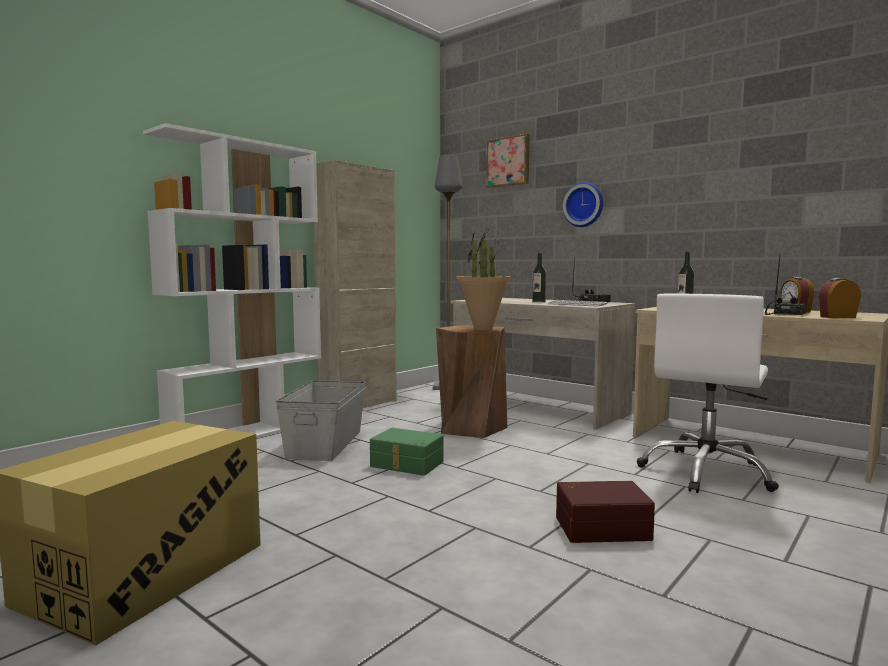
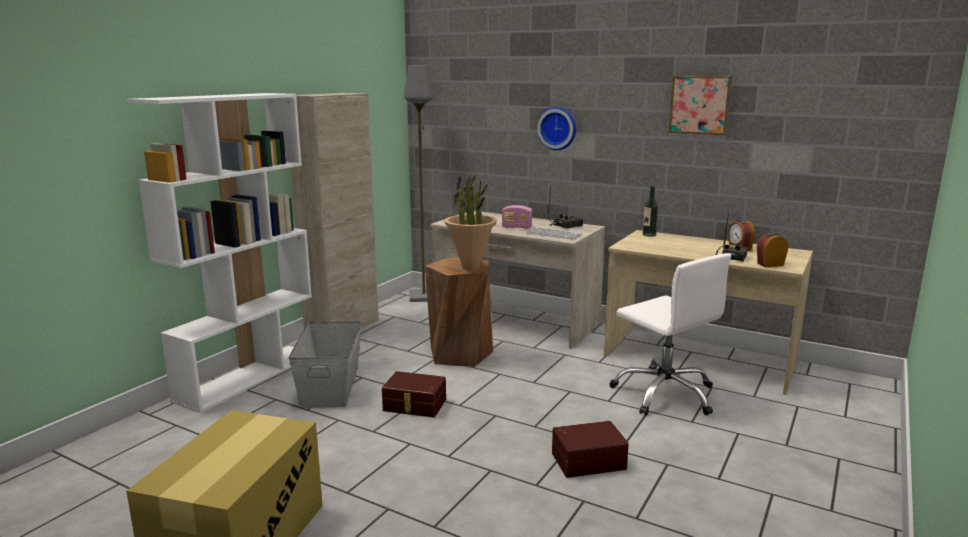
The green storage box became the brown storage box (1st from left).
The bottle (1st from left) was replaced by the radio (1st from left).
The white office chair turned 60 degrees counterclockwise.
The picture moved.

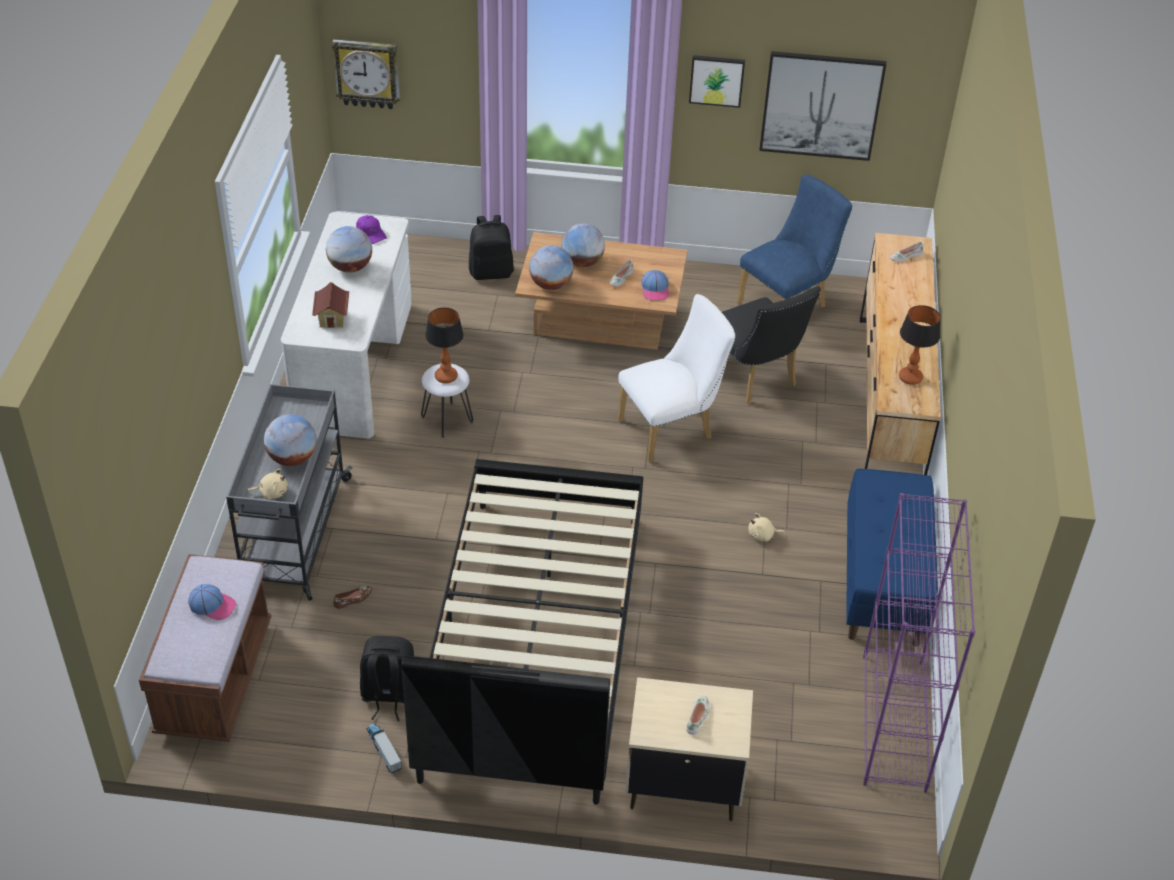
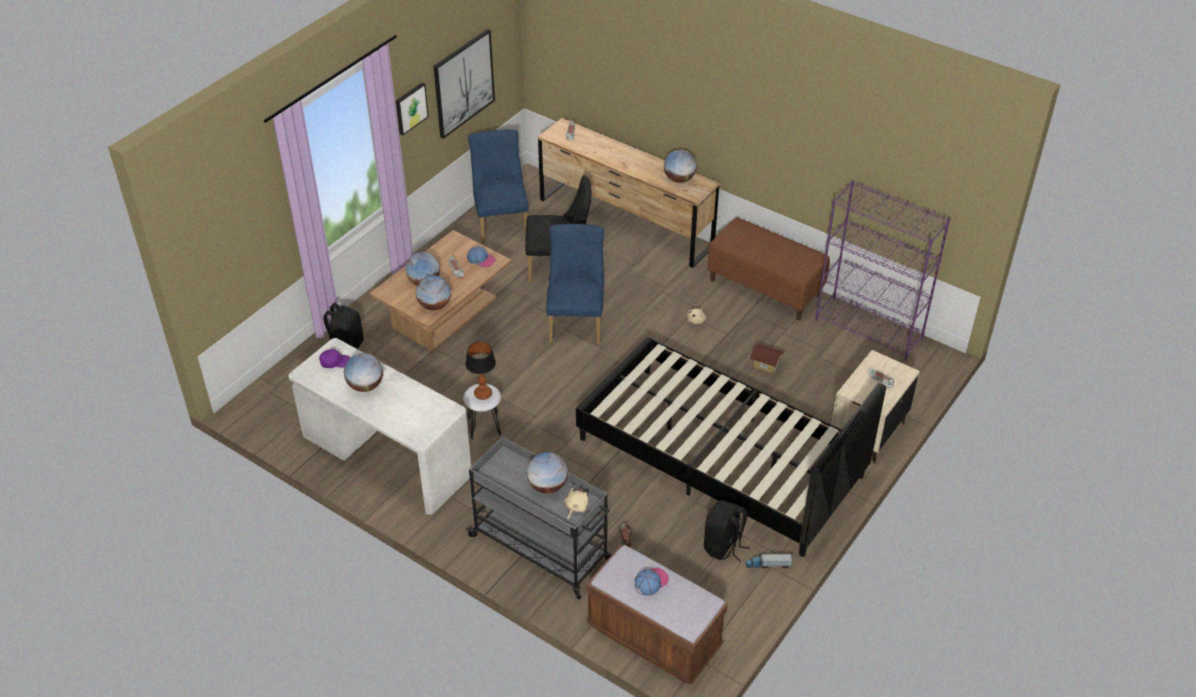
The white chair became the blue chair (2nd from left).
The table lamp (2nd from left) was replaced by the globe (5th from left).
The blue bench became the brown bench (2nd from left).
The toy house moved.
The wall clock disappeared.

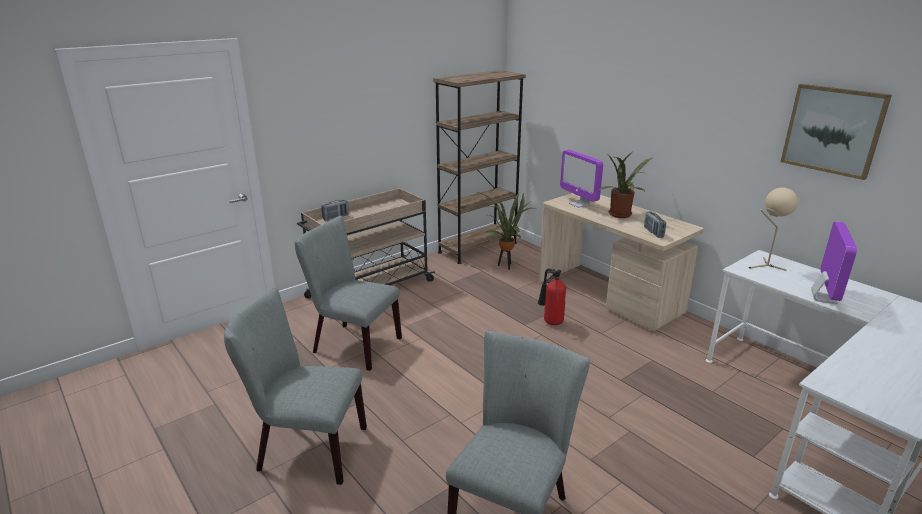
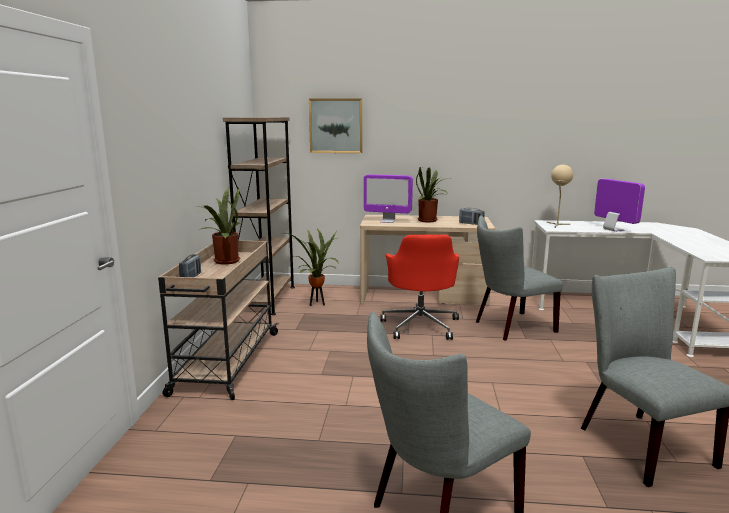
The potted plant (1st from left) appeared.
The picture moved.
The fire extinguisher was replaced by the red office chair.
The grey chair (2nd from left) moved.

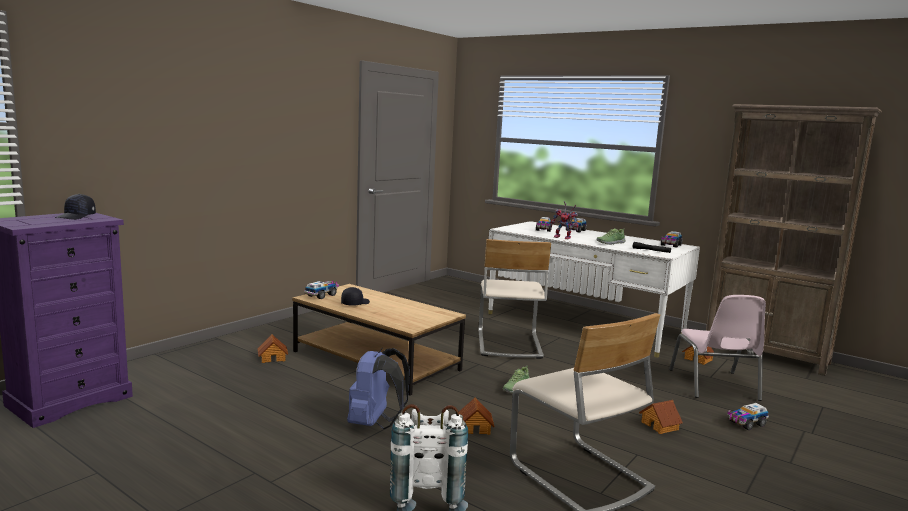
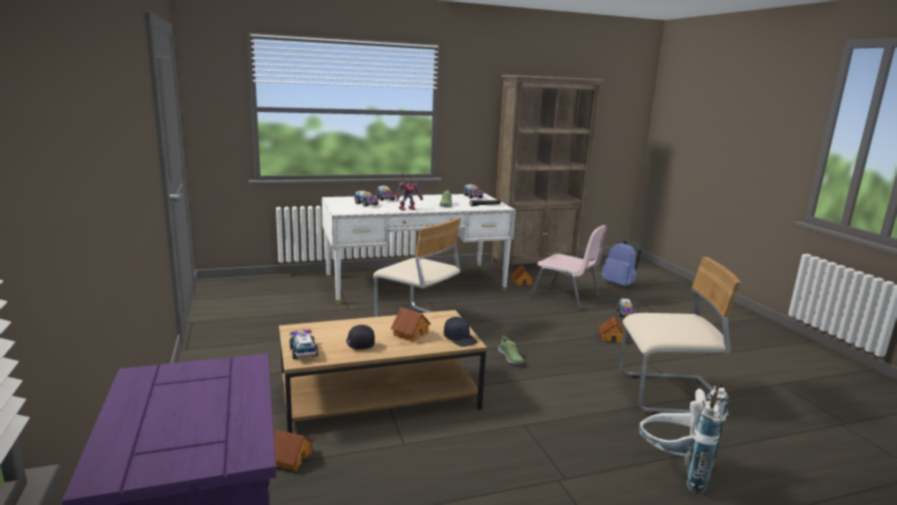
The toy house (2nd from left) moved.
The black cap (1st from left in the first image) moved.
The blue backpack moved.

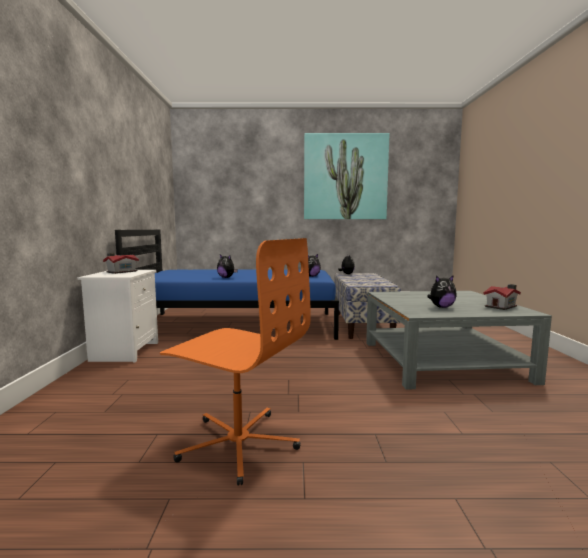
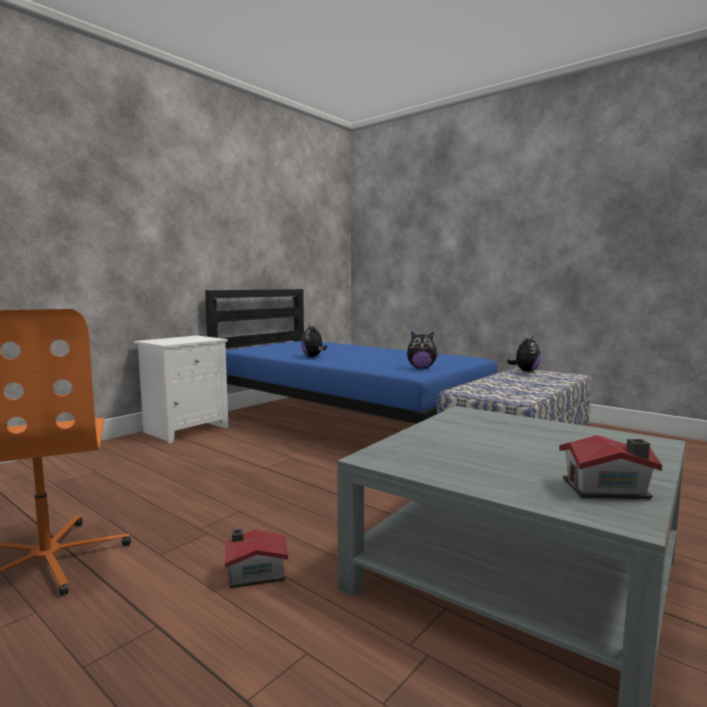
The toy house (1st from left) moved.
The picture disappeared.
The plush toy (4th from left) disappeared.

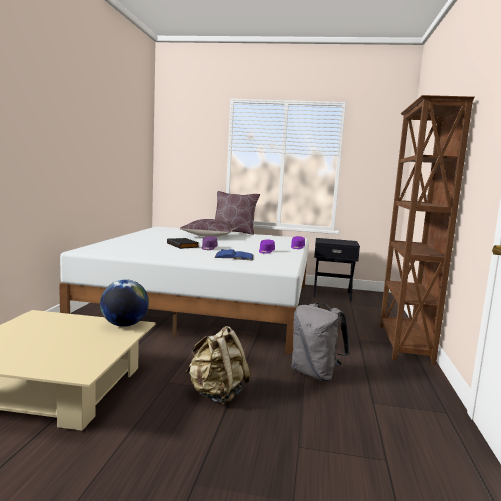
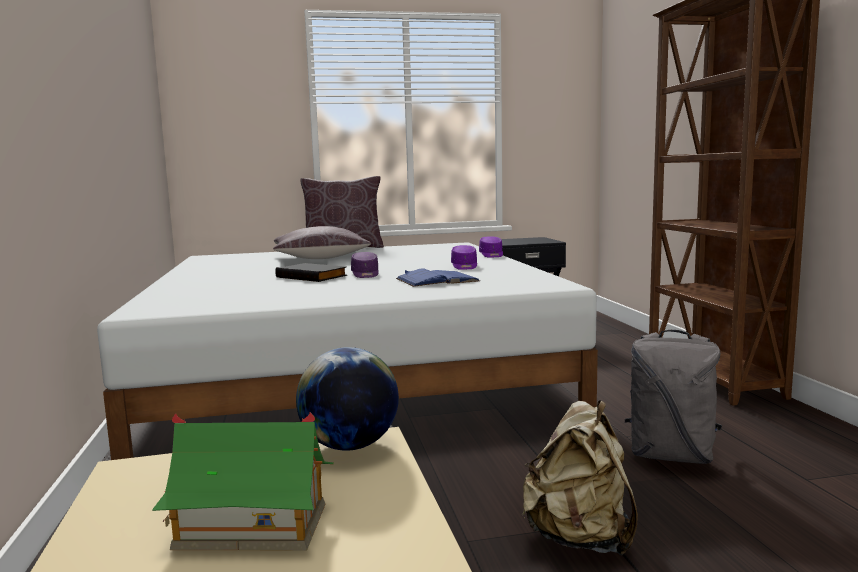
The toy house appeared.

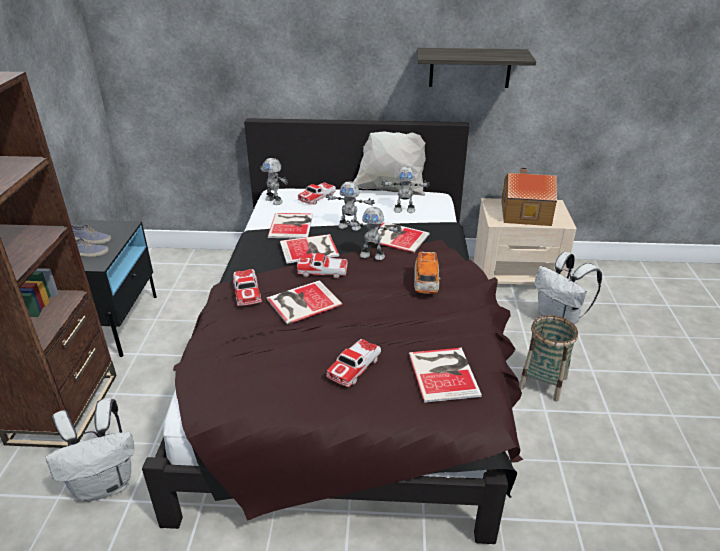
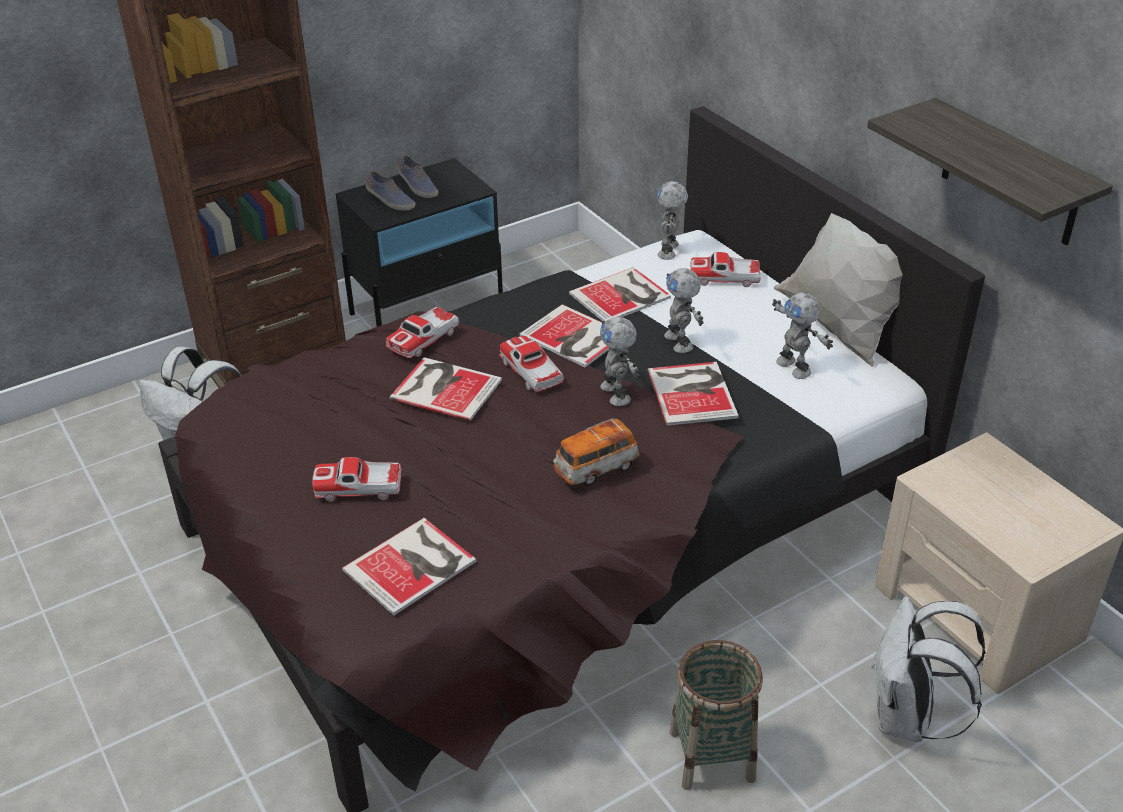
The toy house disappeared.

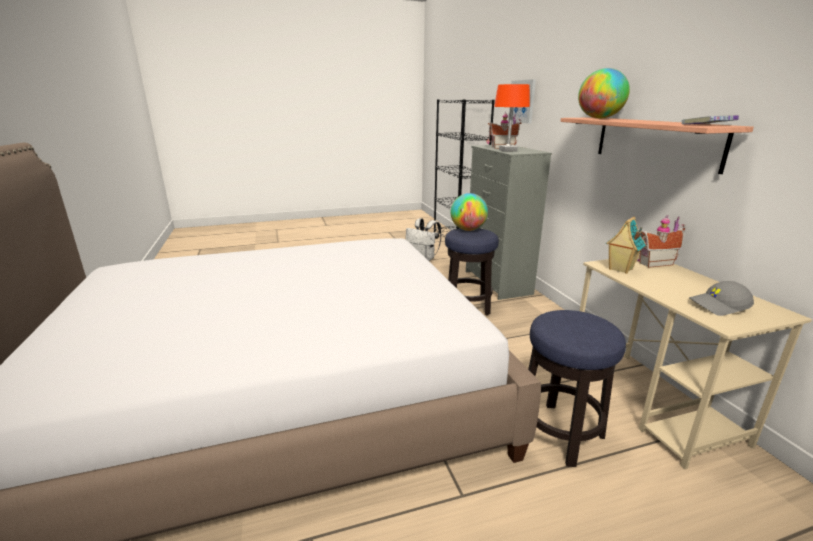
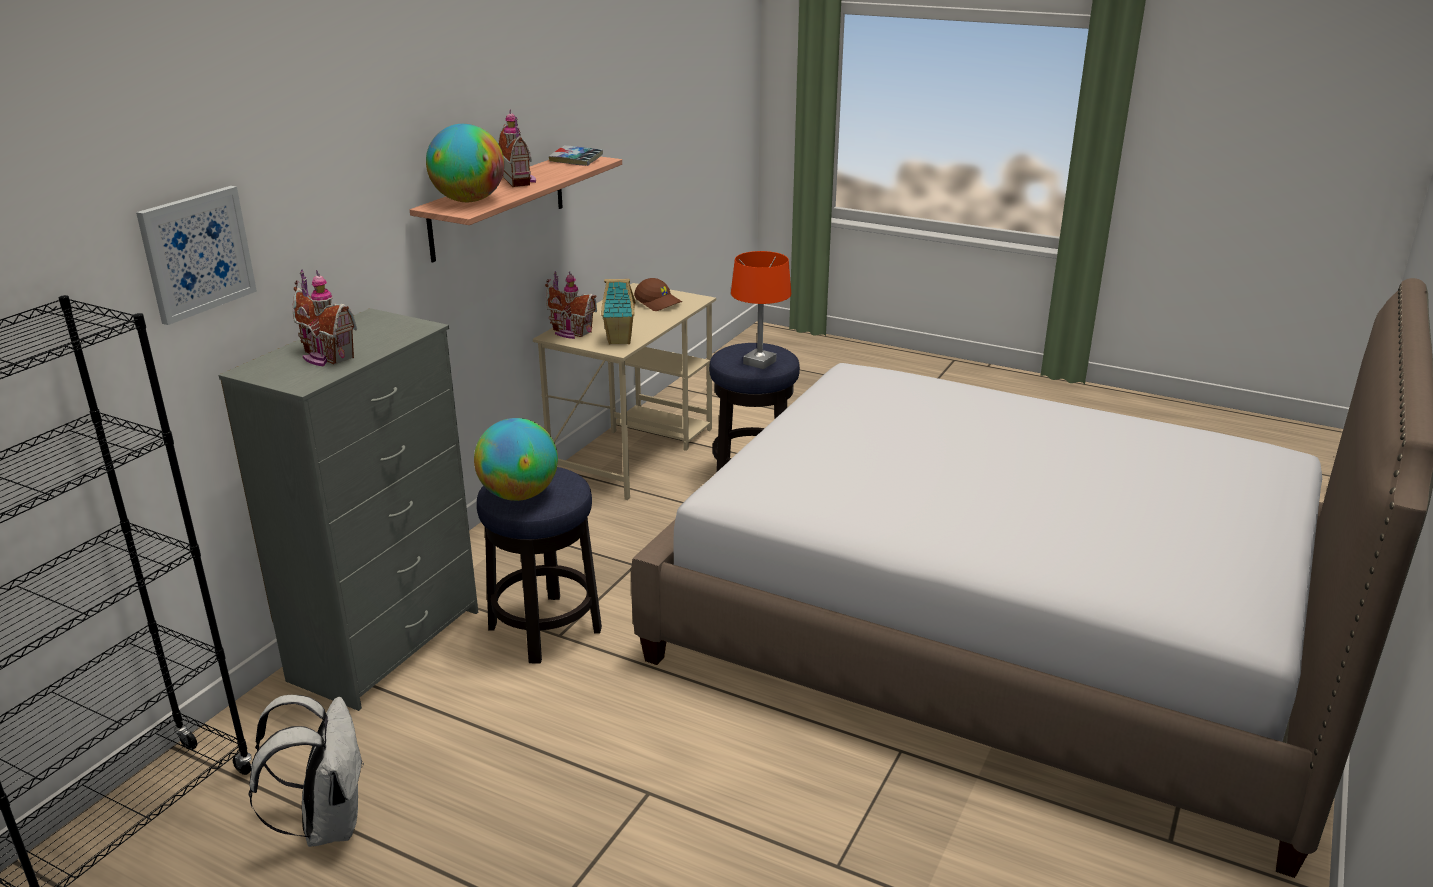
The toy house (2nd from left) appeared.
The grey cap became the brown cap.
The orange table lamp moved.

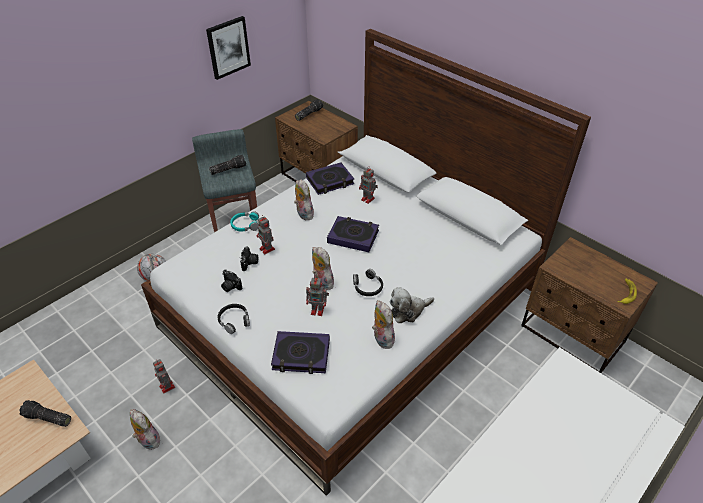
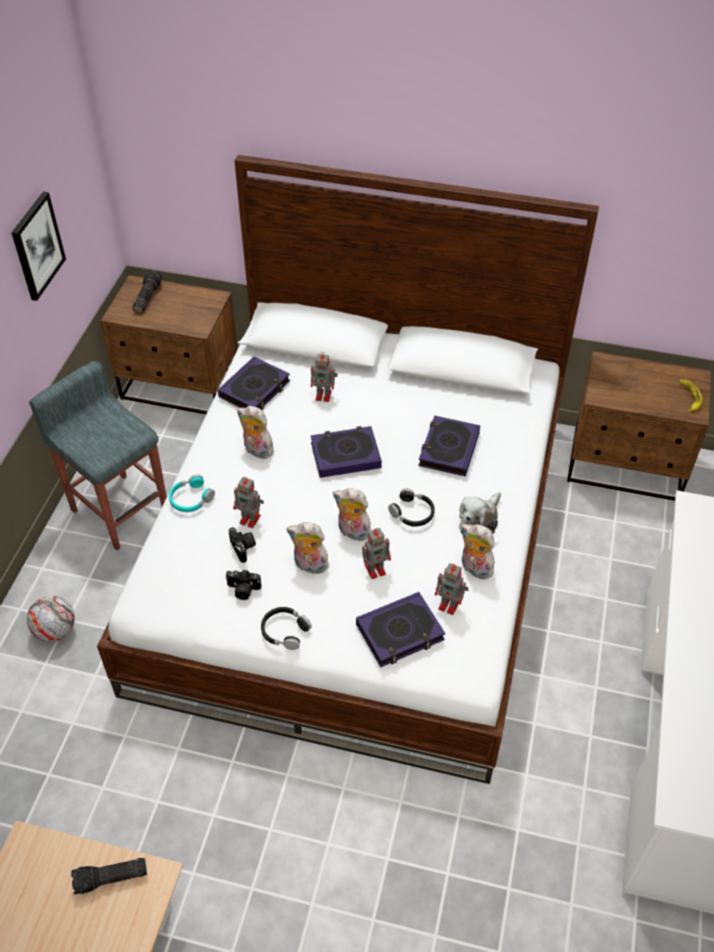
The plush toy (1st from left in the first image) moved.
The book (4th from left) appeared.
The toy robot (1st from left in the first image) moved.
The flashlight (2nd from left) disappeared.

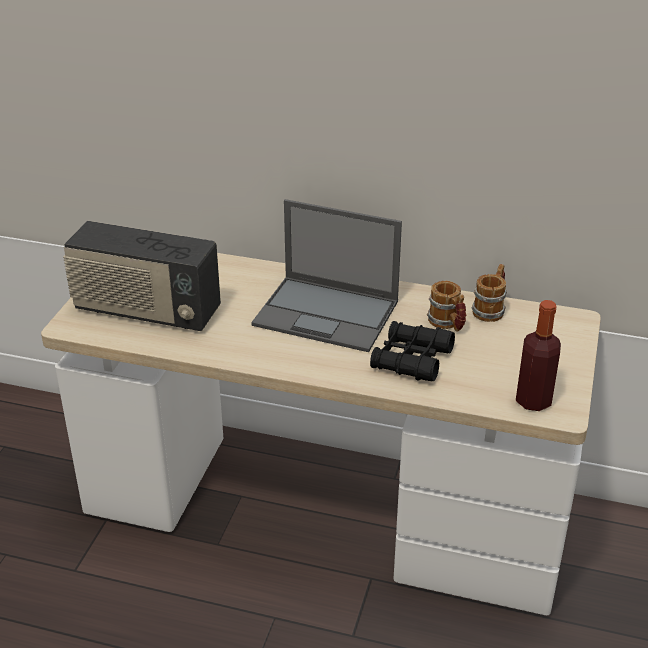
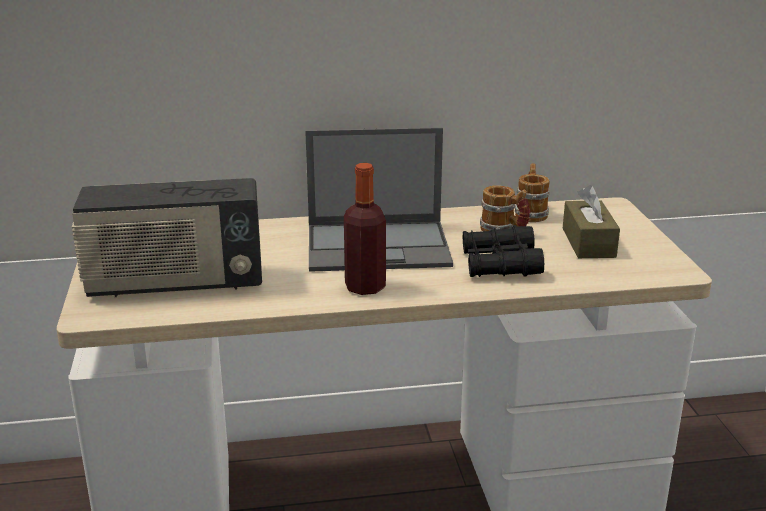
The bottle moved.
The brown tissue box appeared.

